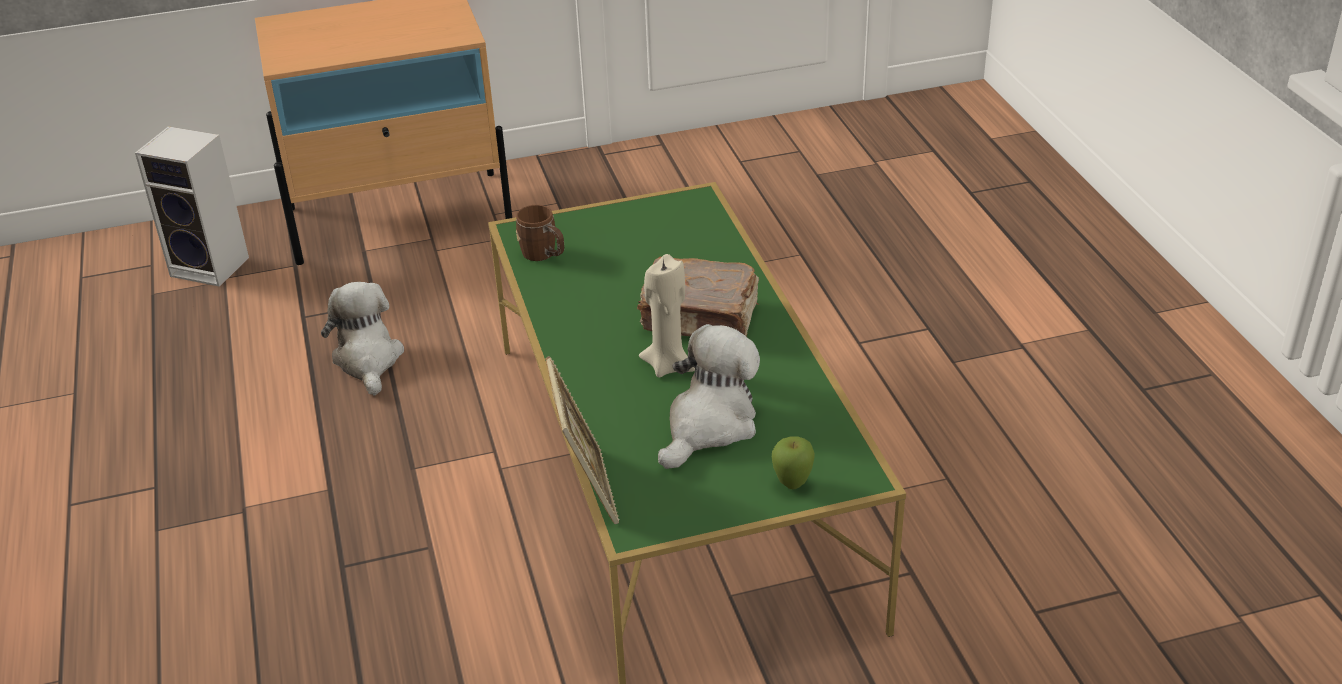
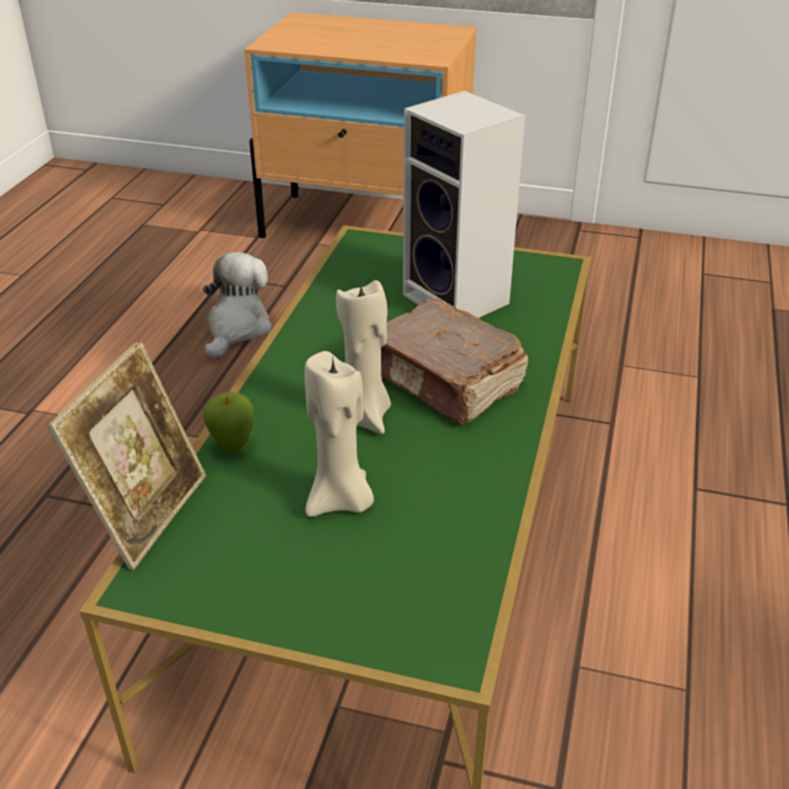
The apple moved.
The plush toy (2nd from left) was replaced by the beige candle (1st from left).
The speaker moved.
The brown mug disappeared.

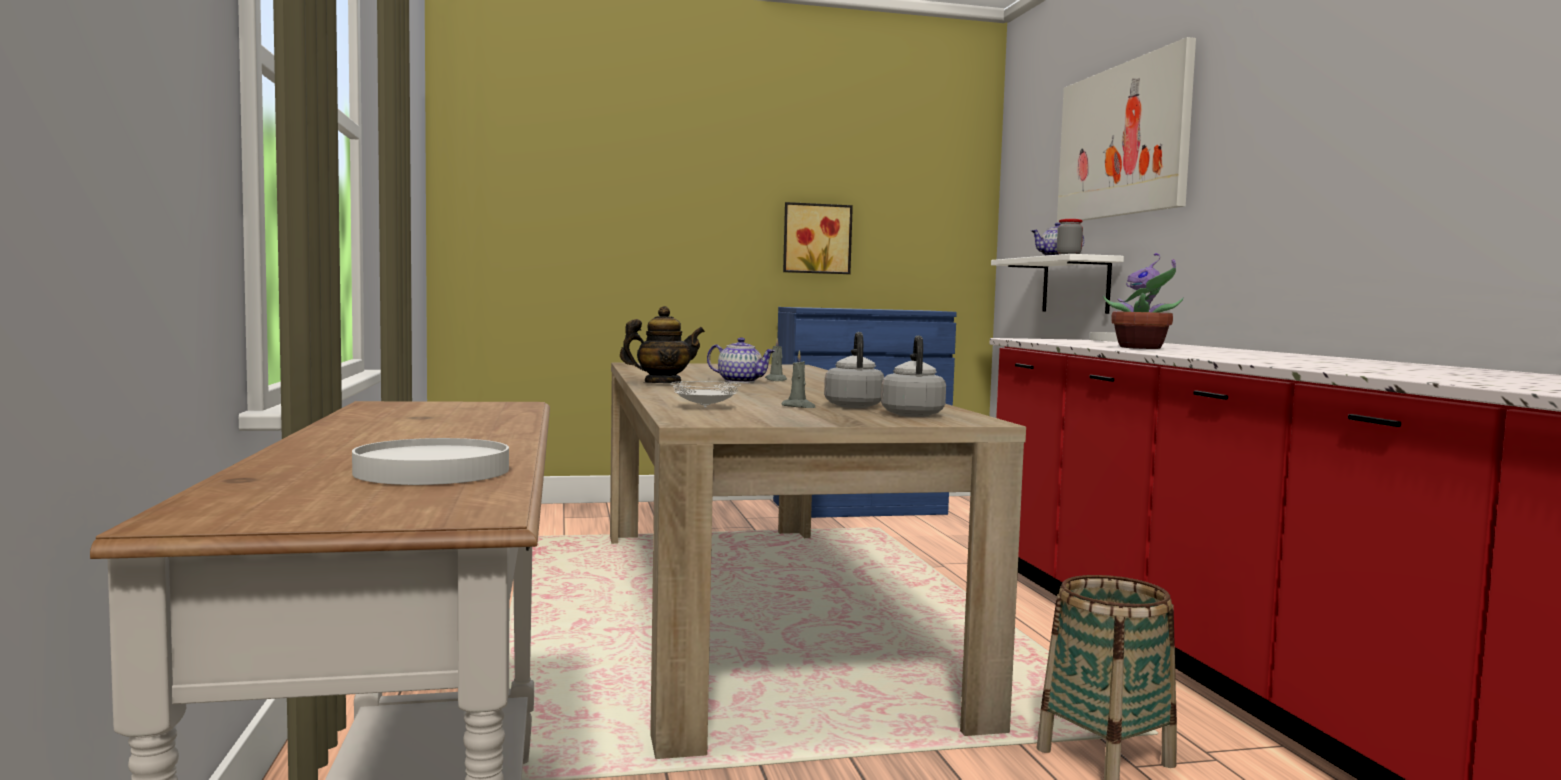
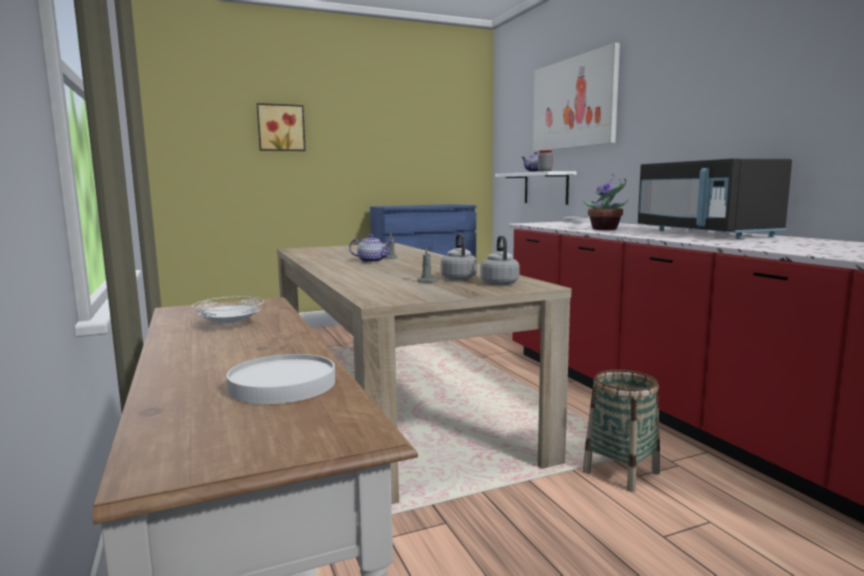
The white plate (2nd from left in the first image) moved.
The picture (1st from left) moved.
The black microwave appeared.
The teapot (1st from left) disappeared.

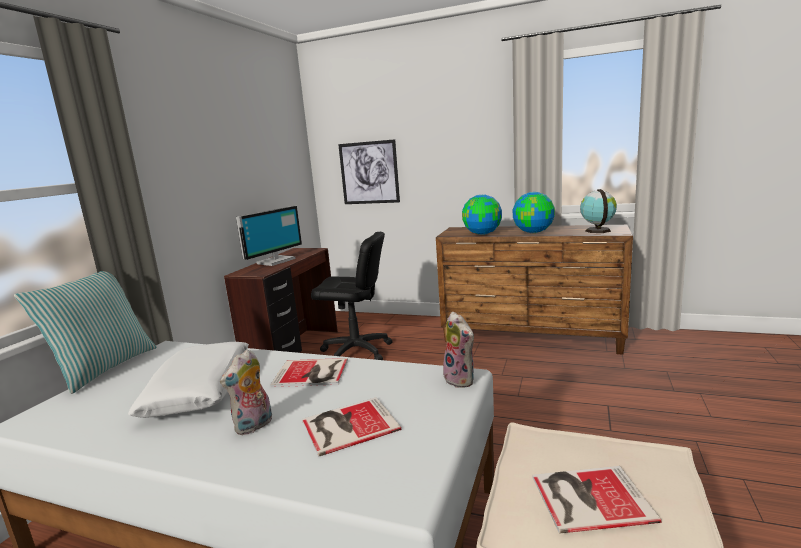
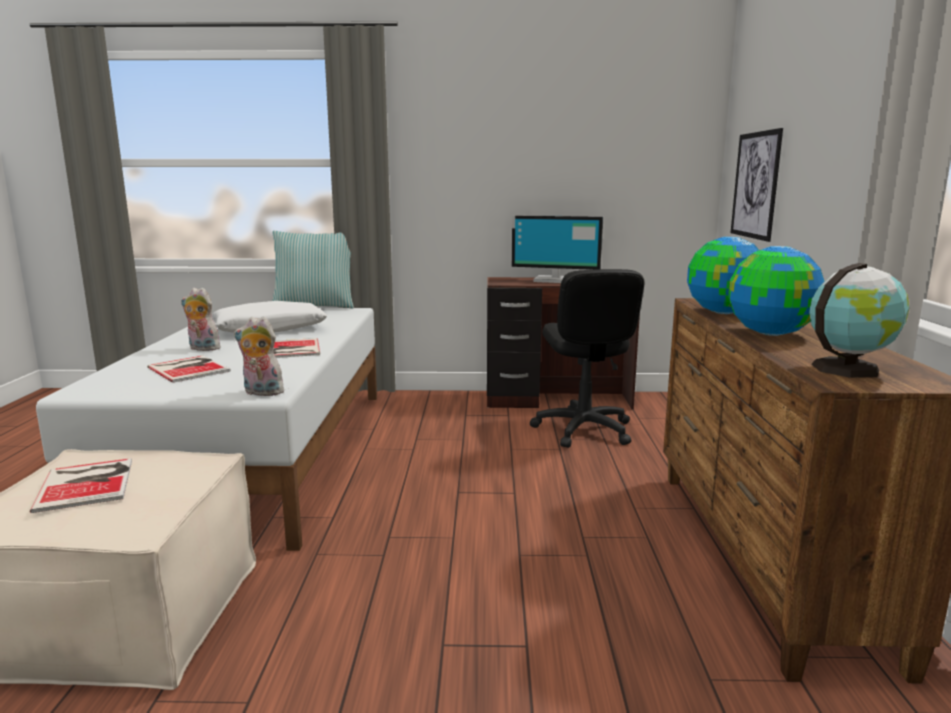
The plush toy (2nd from left) turned 60 degrees clockwise.

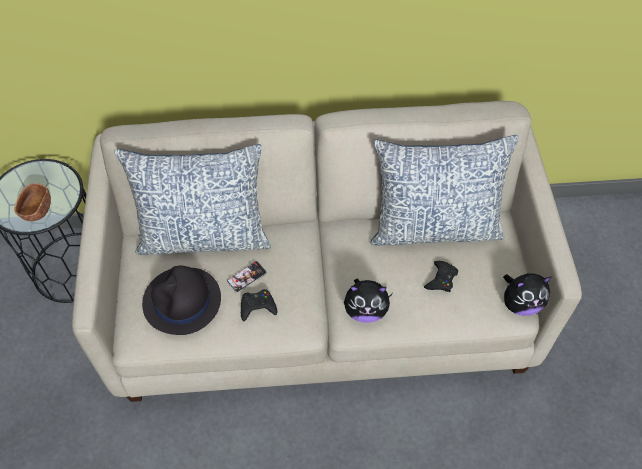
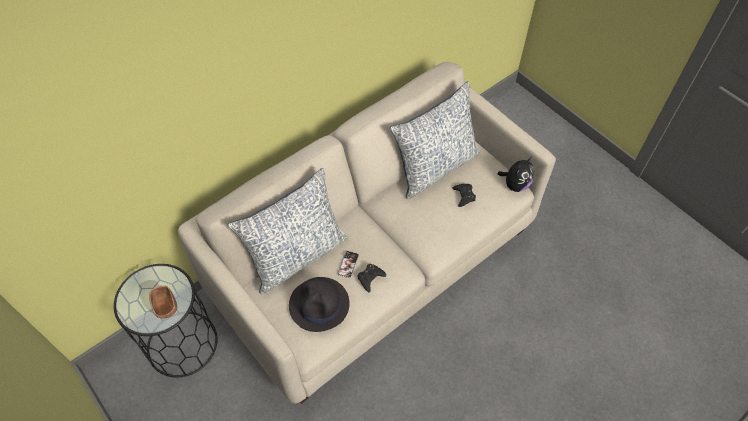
The plush toy (1st from left) disappeared.

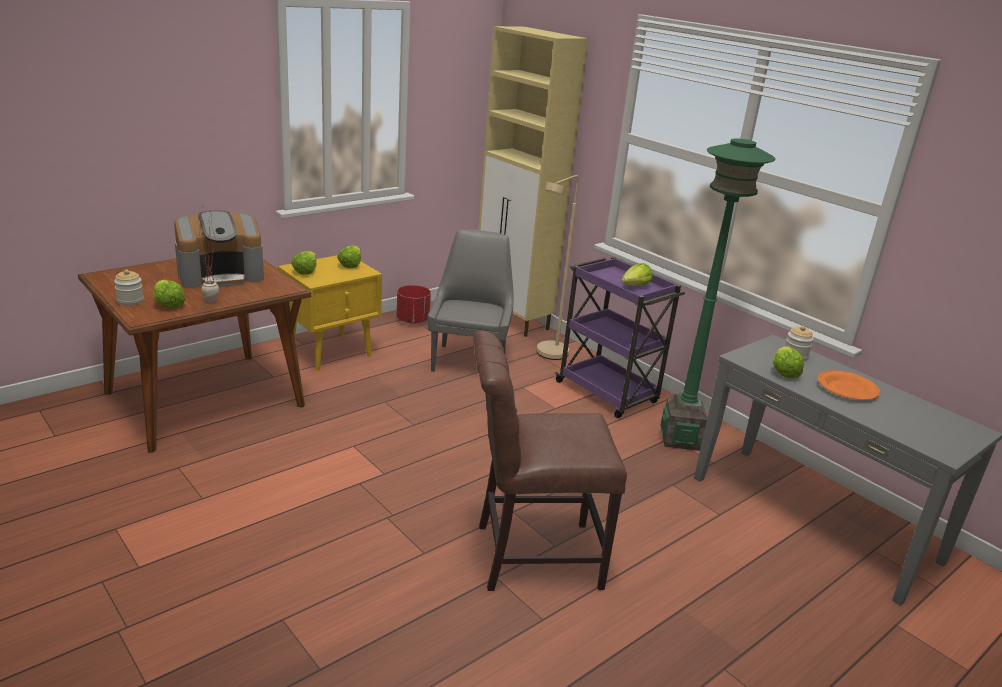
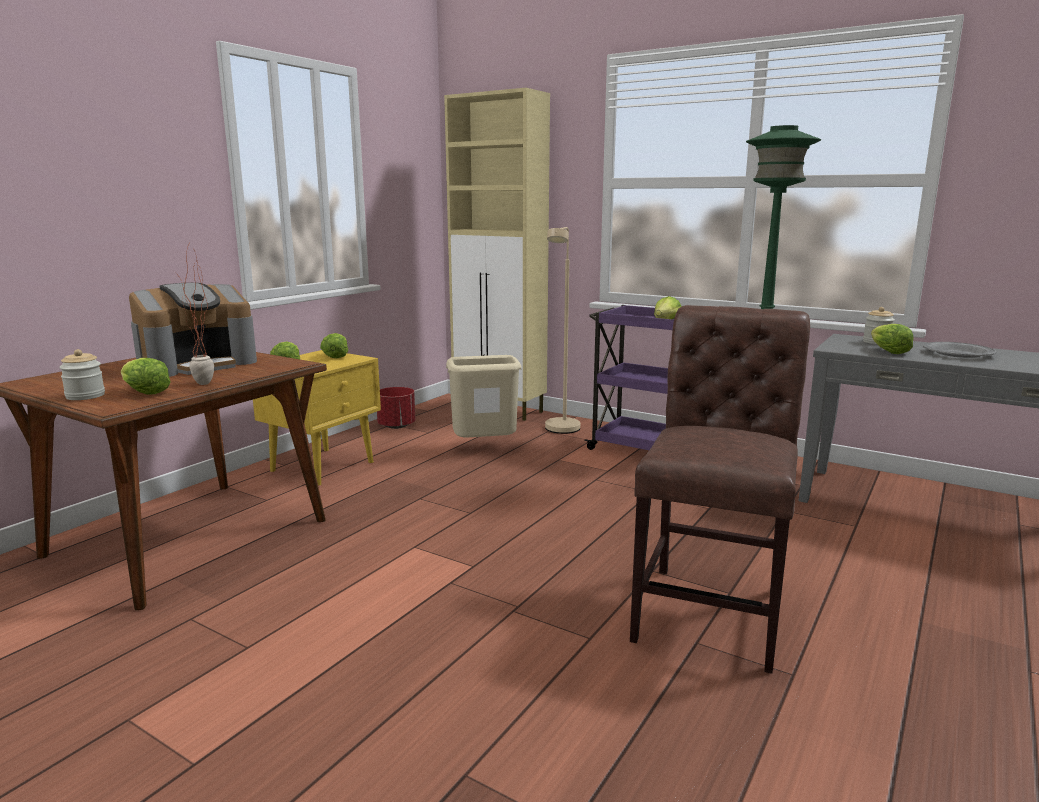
The grey chair was replaced by the beige trash can.
The brown chair turned 135 degrees clockwise.
The orange plate became the grey plate.

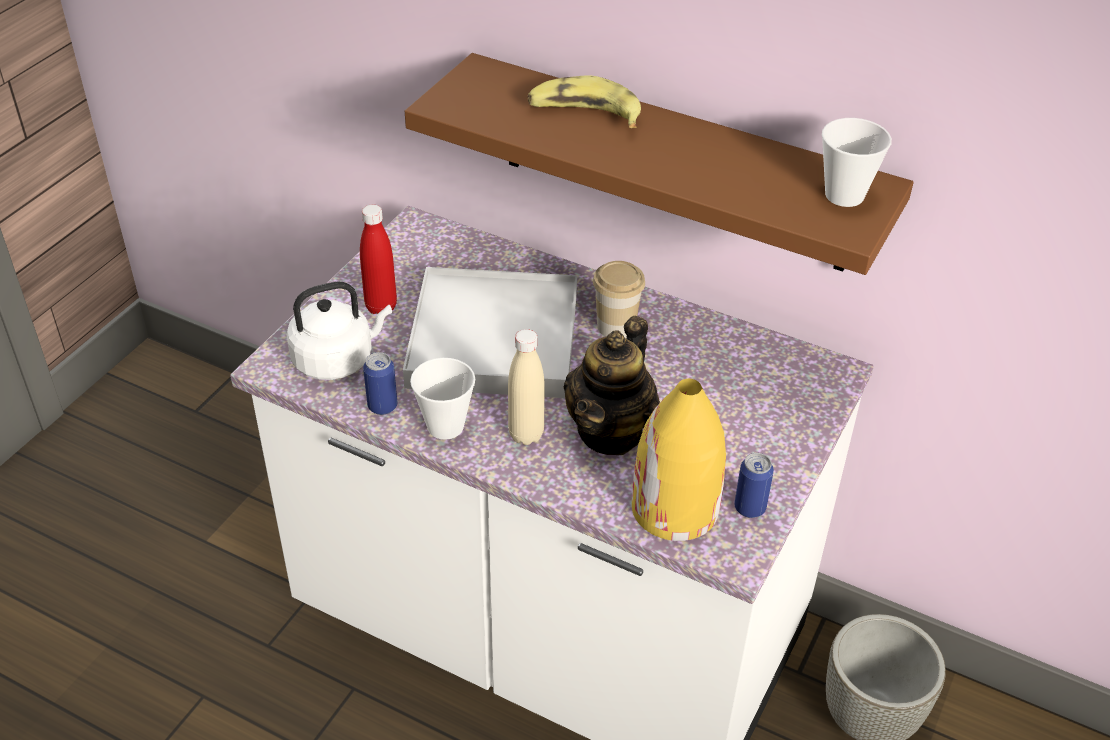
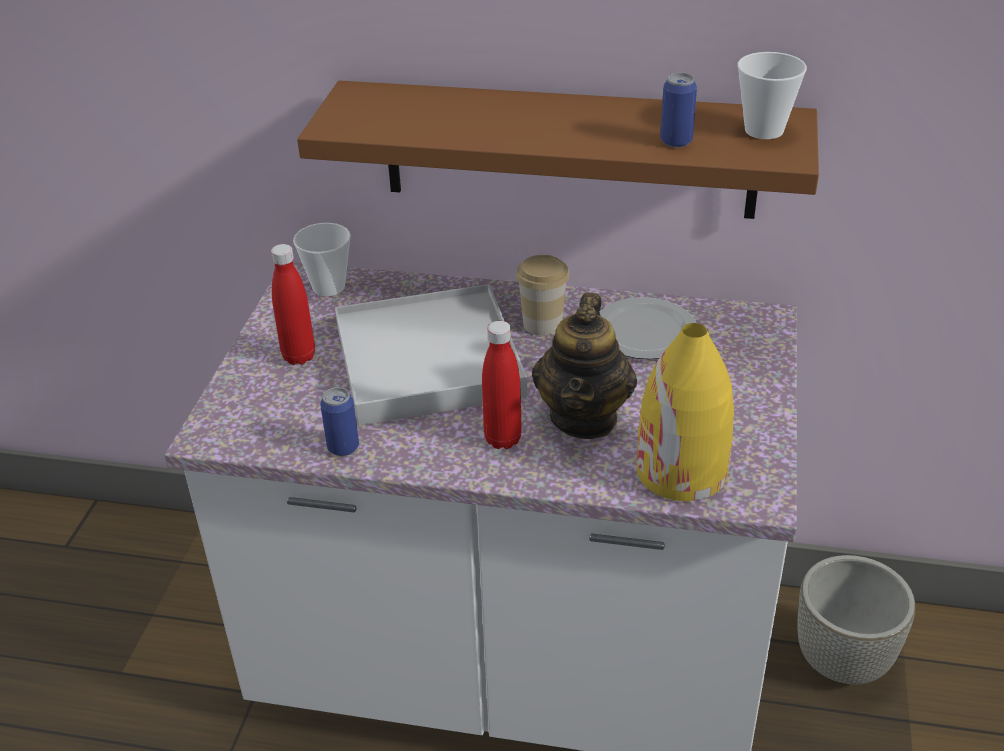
The cup (1st from left) moved.
The beige bottle became the red bottle (2nd from left).
The plate appeared.
The can (2nd from left) moved.
The white kettle disappeared.
The banana disappeared.

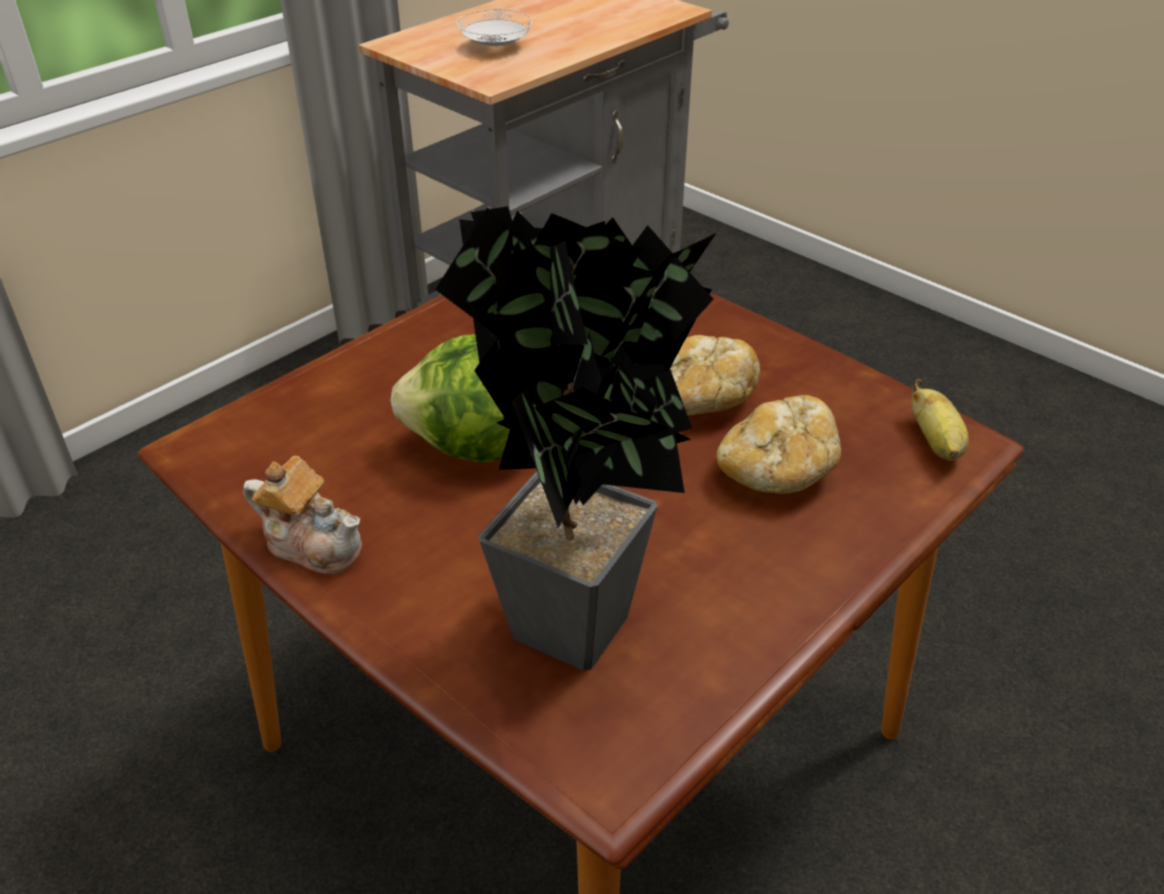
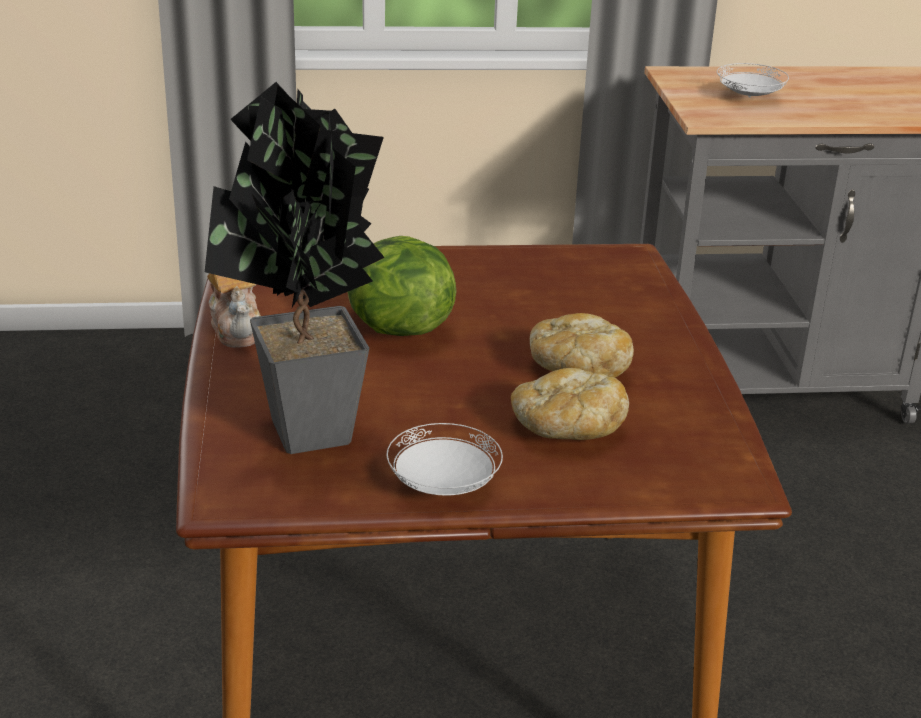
The white plate (1st from left) appeared.
The banana disappeared.

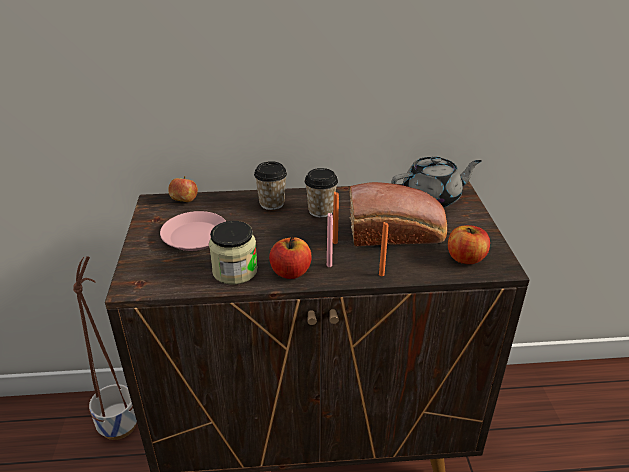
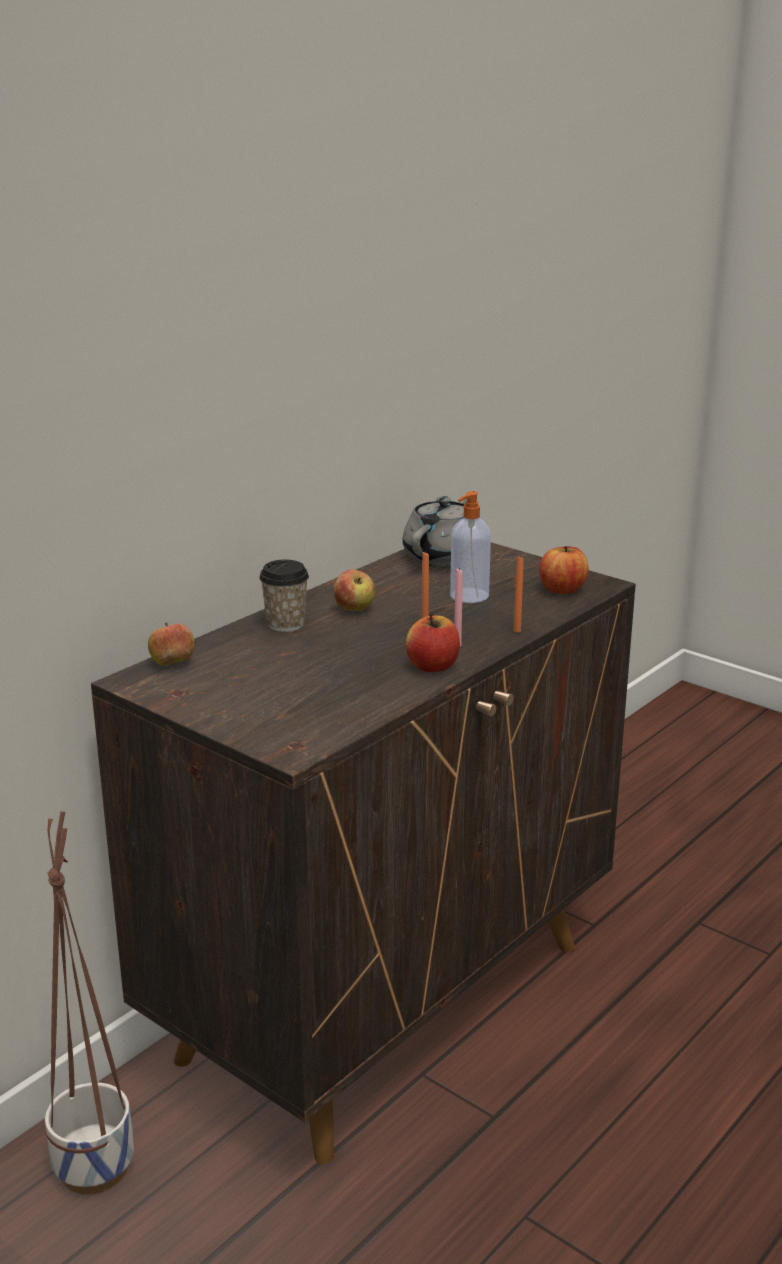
The cup (2nd from left) was replaced by the apple (2nd from left).
The bread was replaced by the soap dispenser.
The pink plate disappeared.
The jar disappeared.

